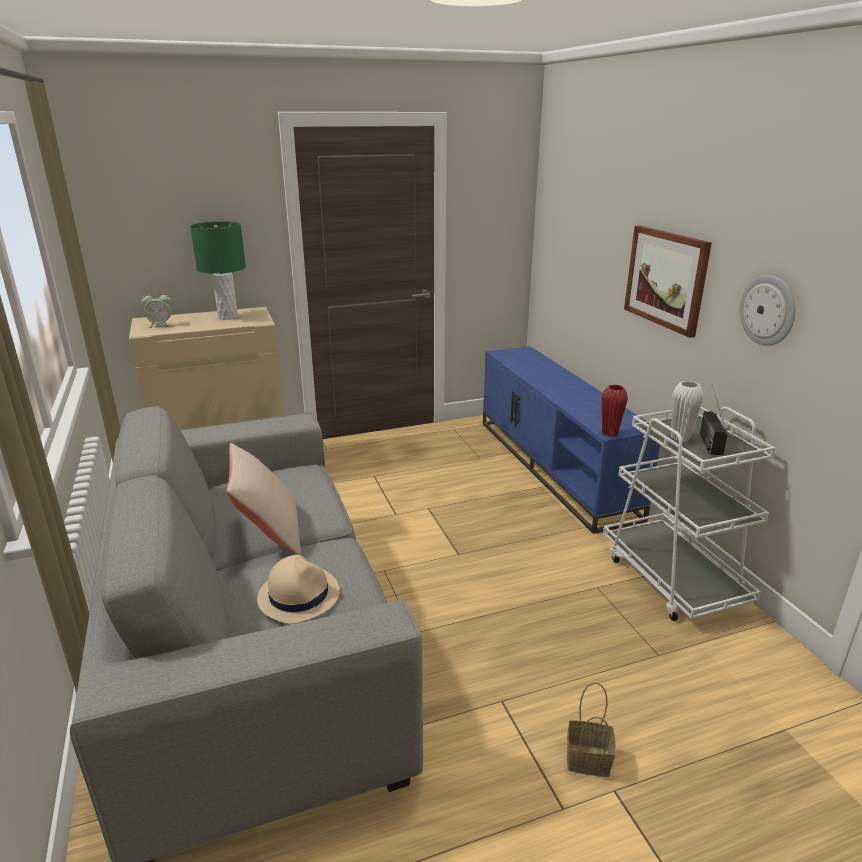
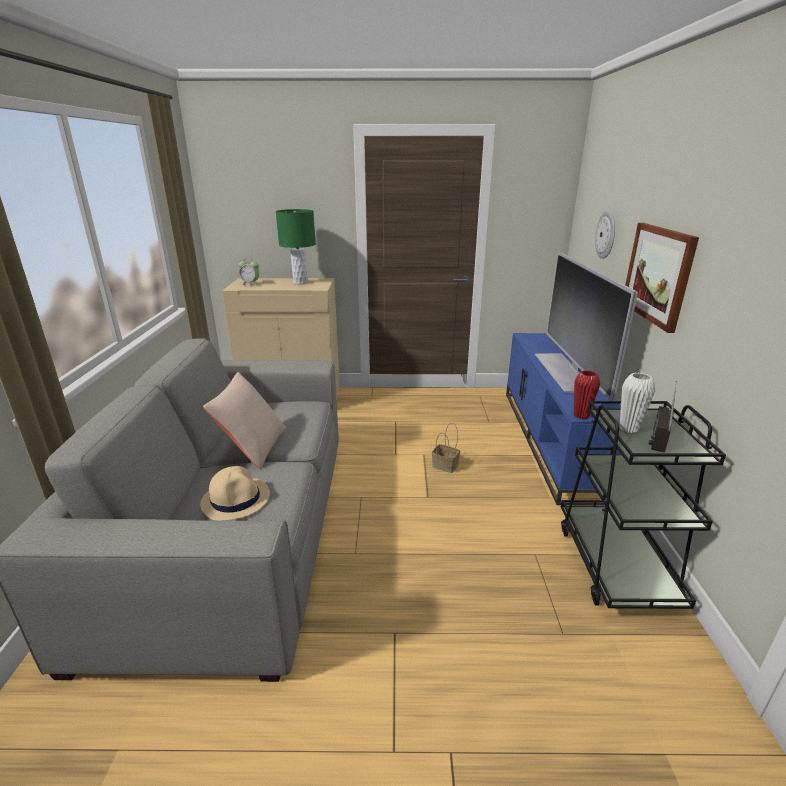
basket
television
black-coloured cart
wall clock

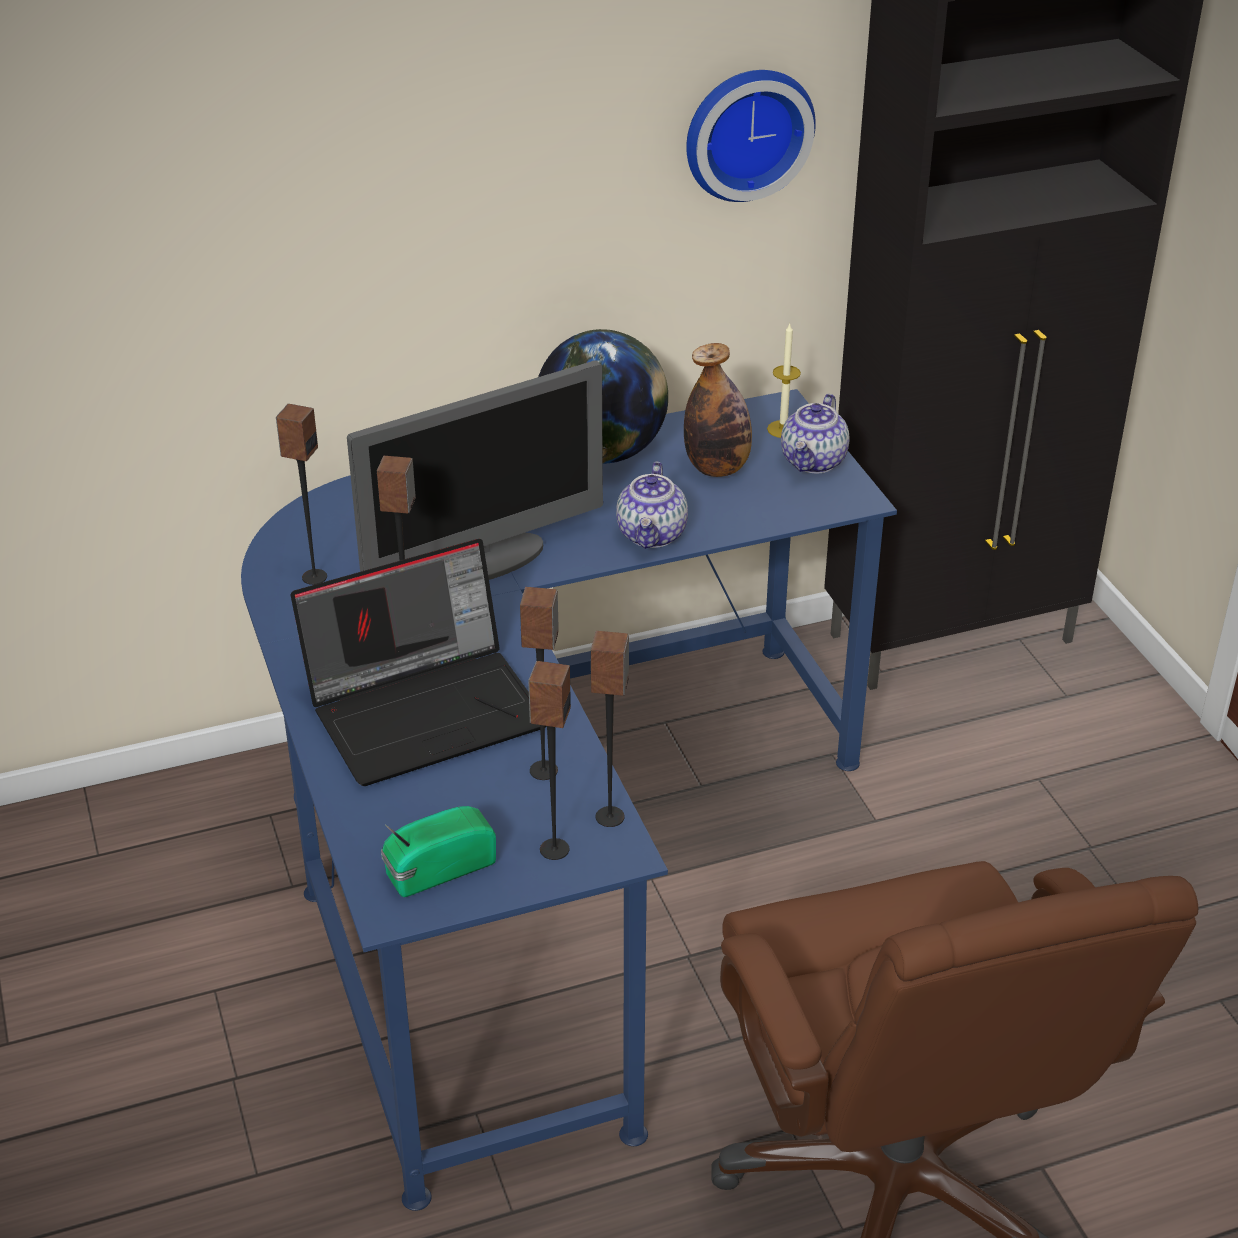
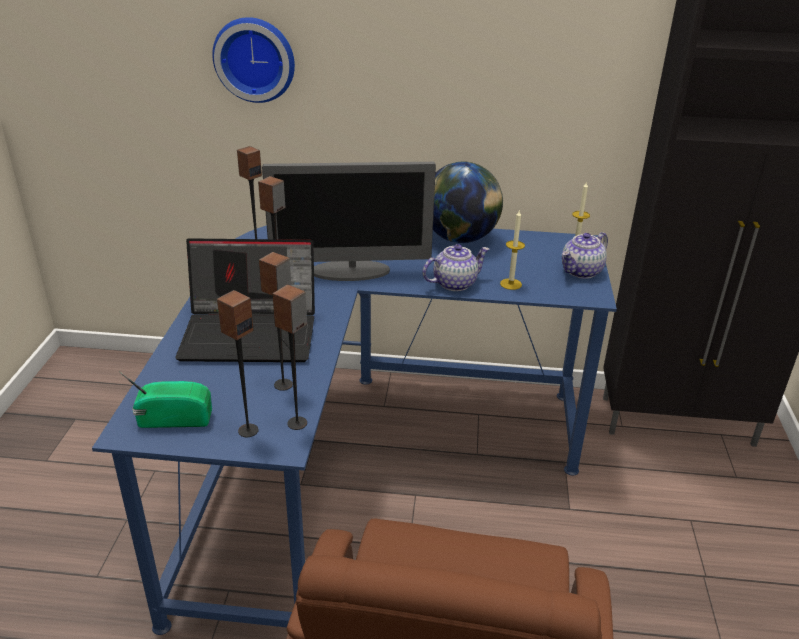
wall clock
pot for tea (no. 1 from left)
candle (no. 1 from left)
beverage bottle

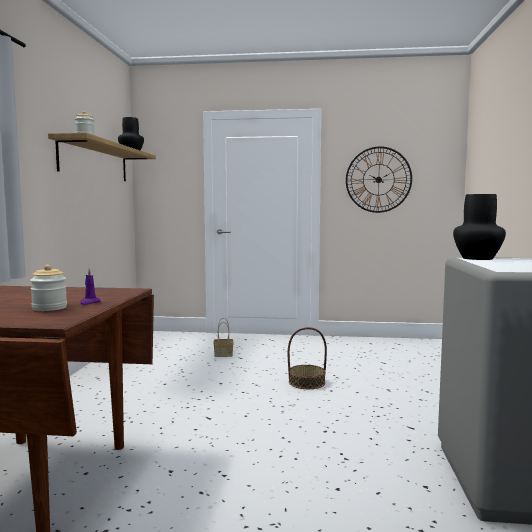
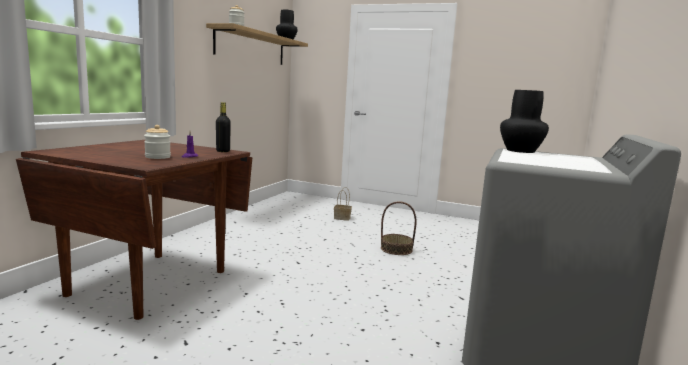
black-coloured beverage bottle
wall clock

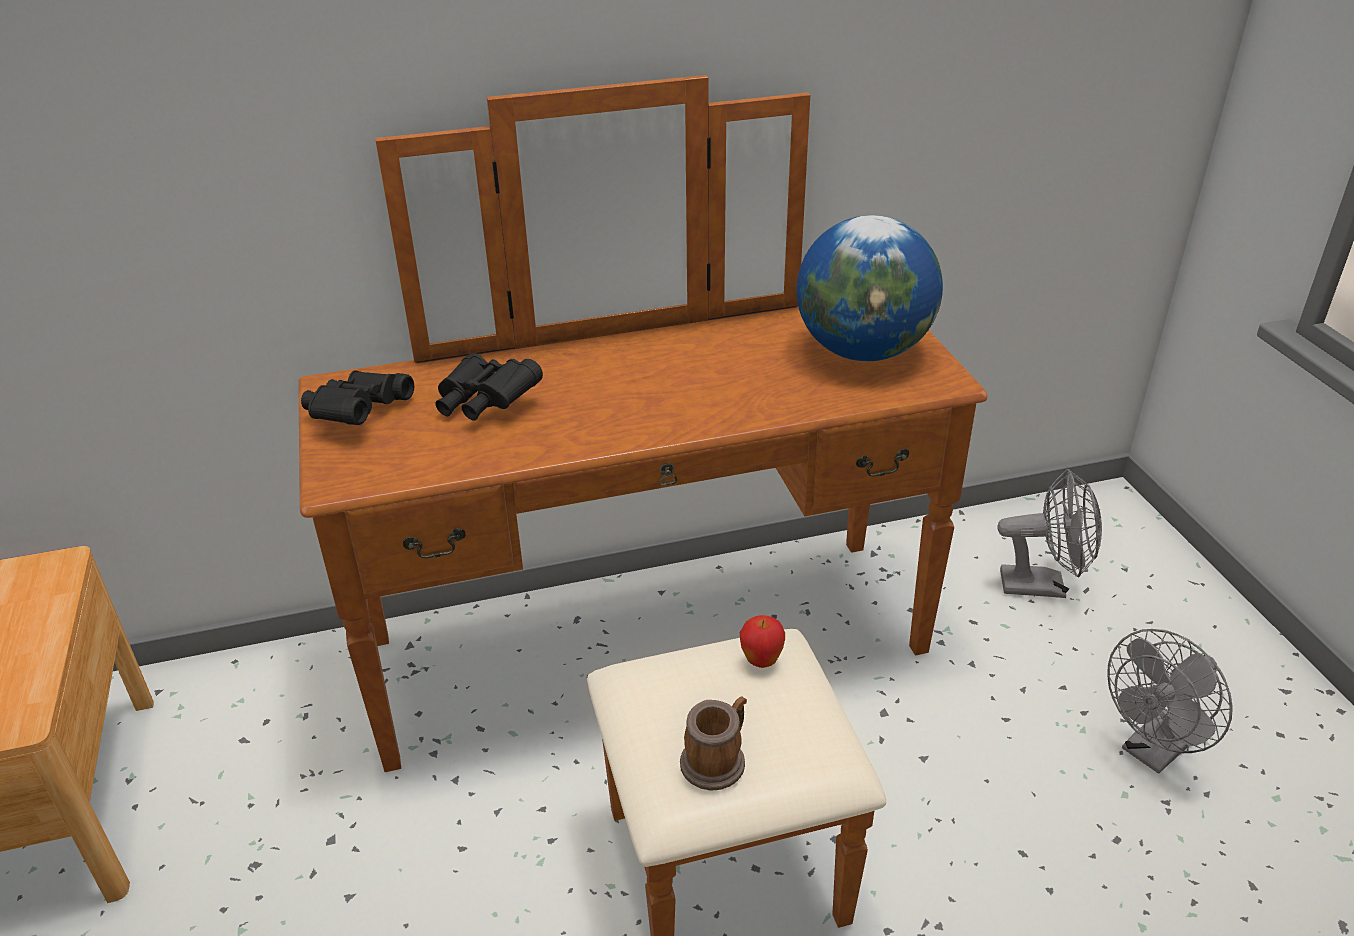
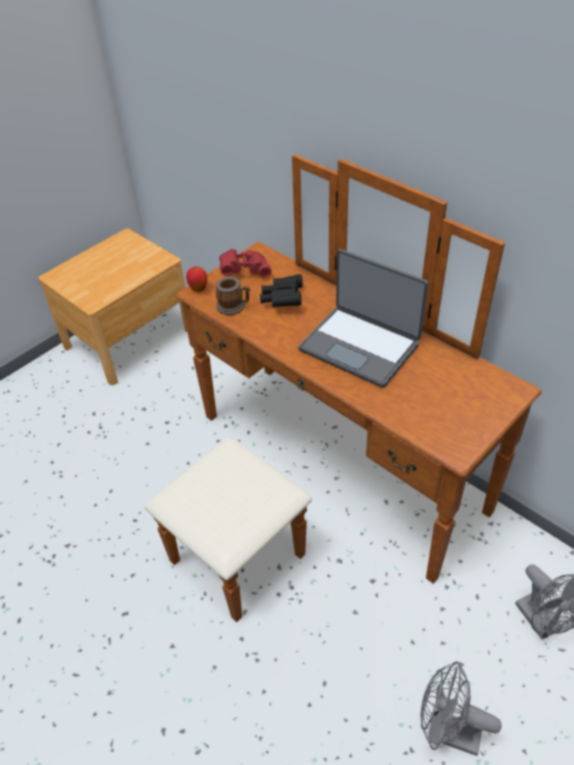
apple
mug
red pair of binoculars
portable computer
globe

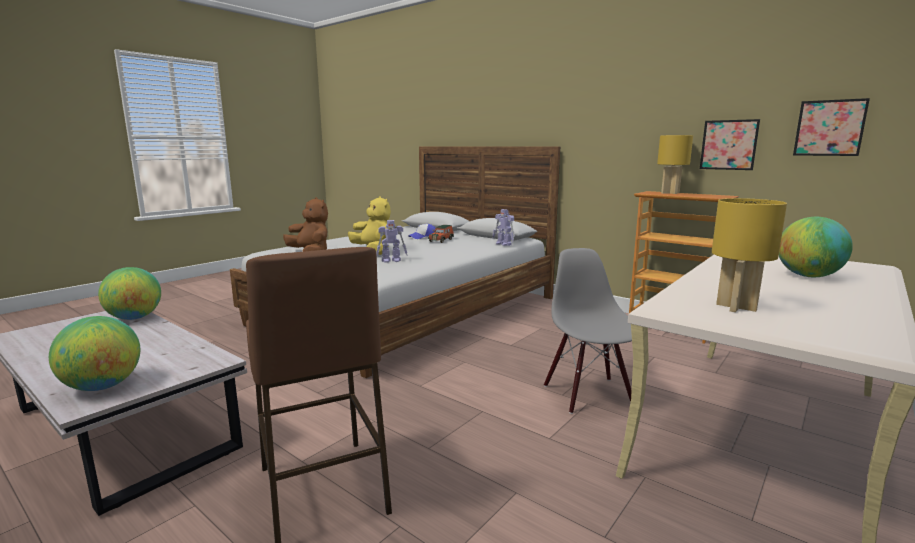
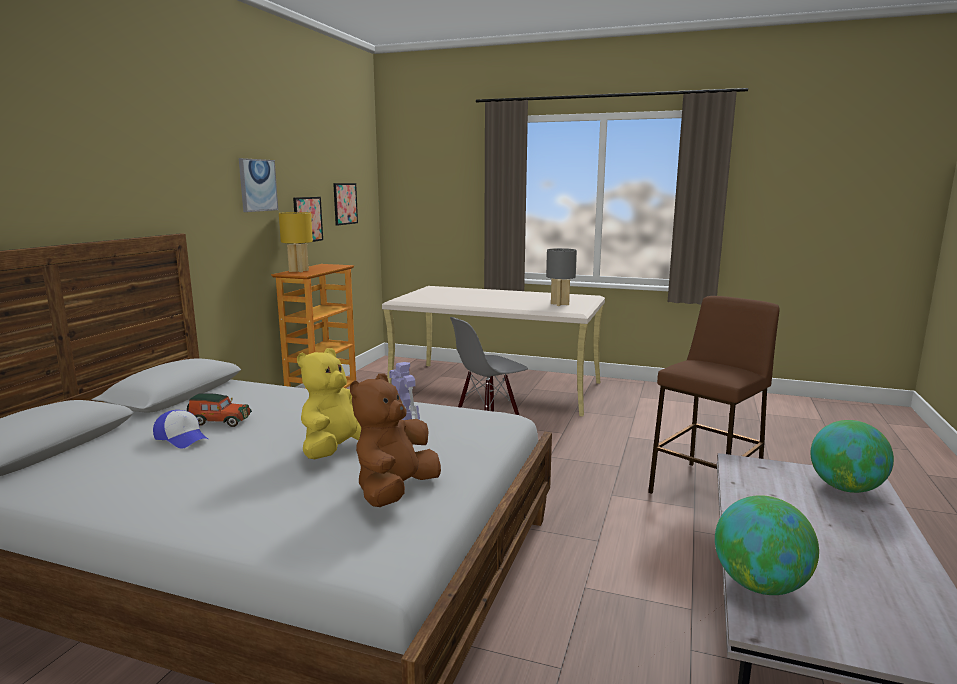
wall art (no. 1 from left)
grey lamp for a table
robot figure (no. 2 from left in the first image)
globe (no. 3 from left in the first image)

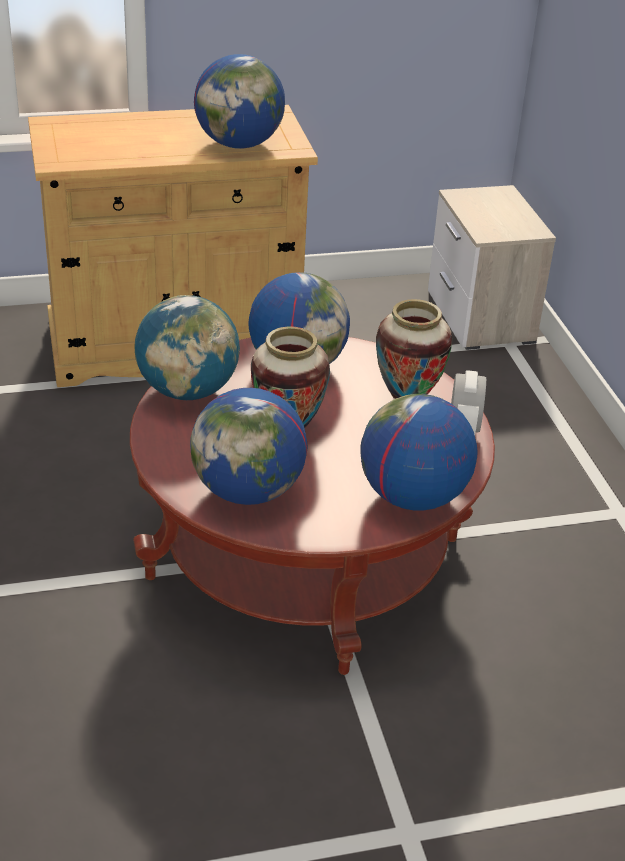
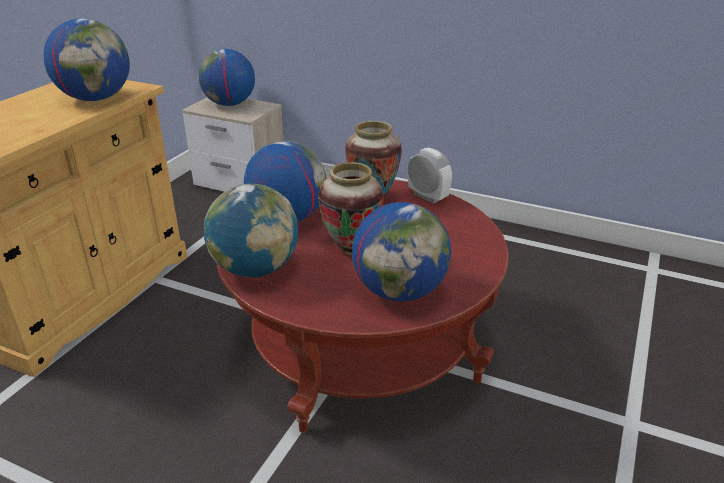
globe (no. 2 from left)

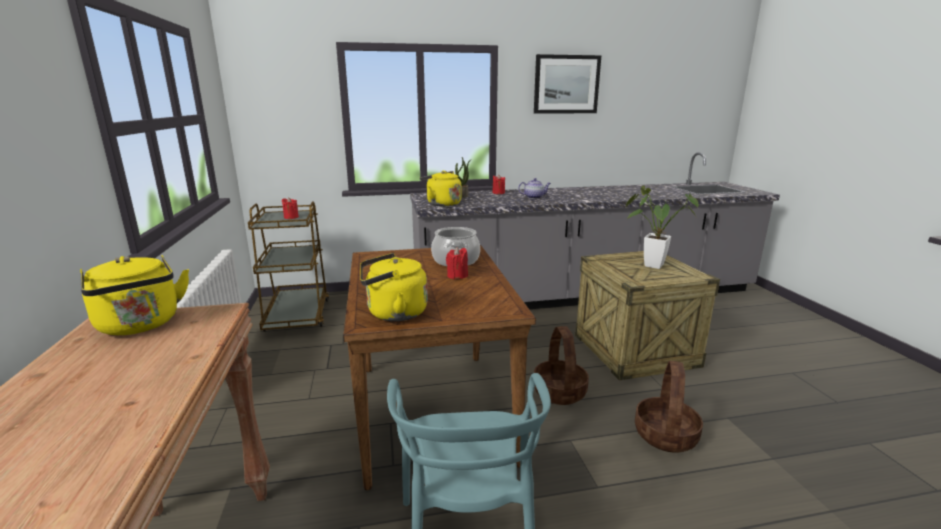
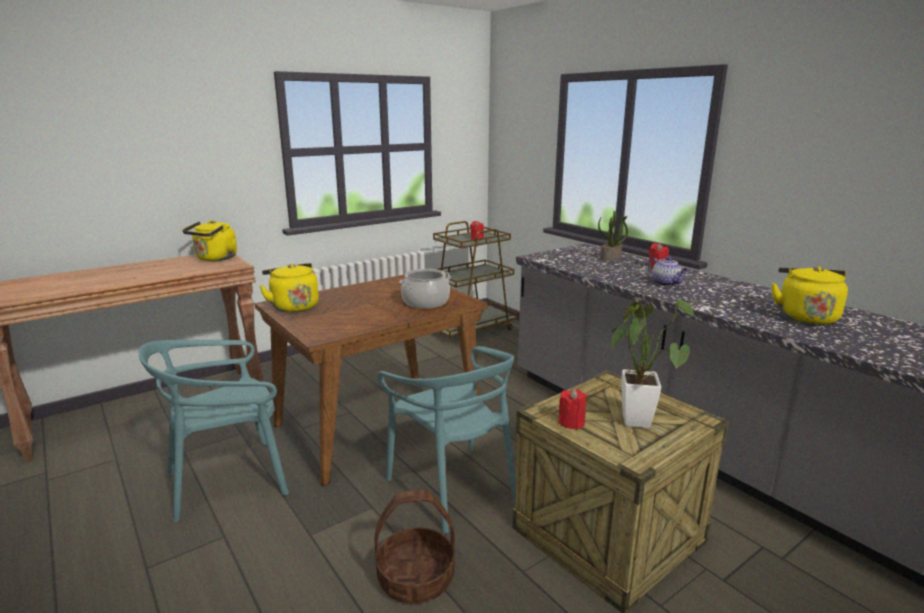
blue-green upright chair (no. 2 from left)
red candle (no. 2 from left)
yellow tea kettle (no. 3 from left)
wall art

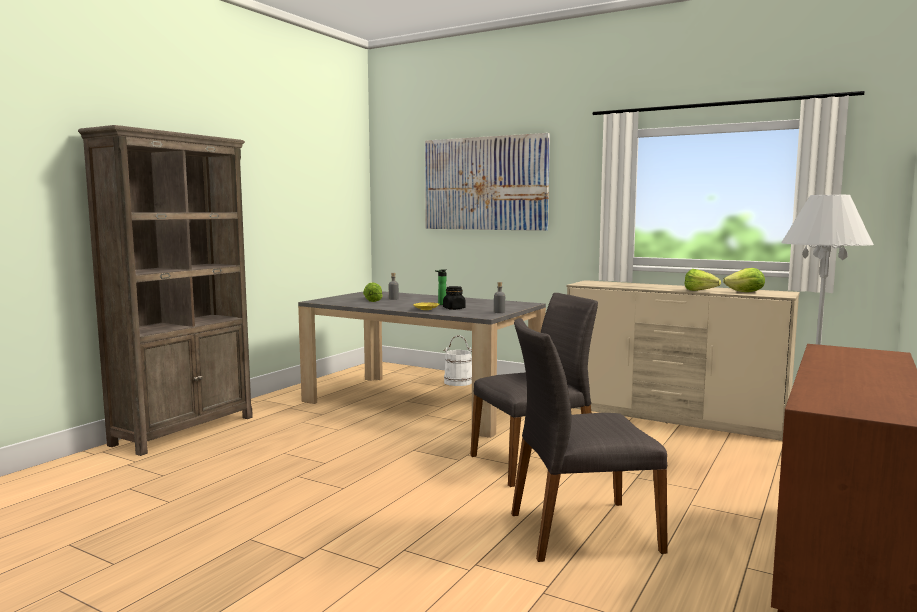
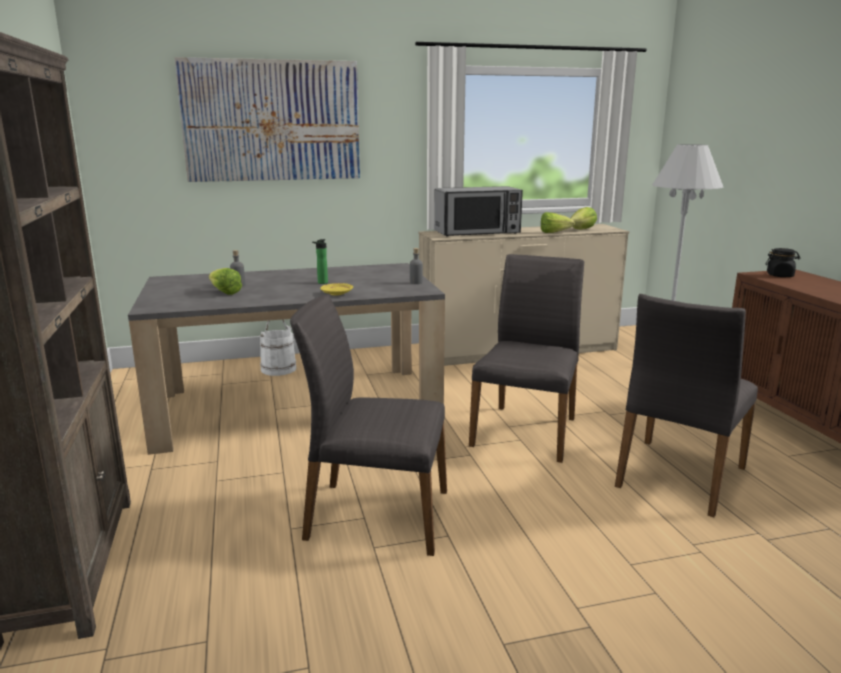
grey upright chair (no. 1 from left)
kitchen microwave
black-coloured storage jar

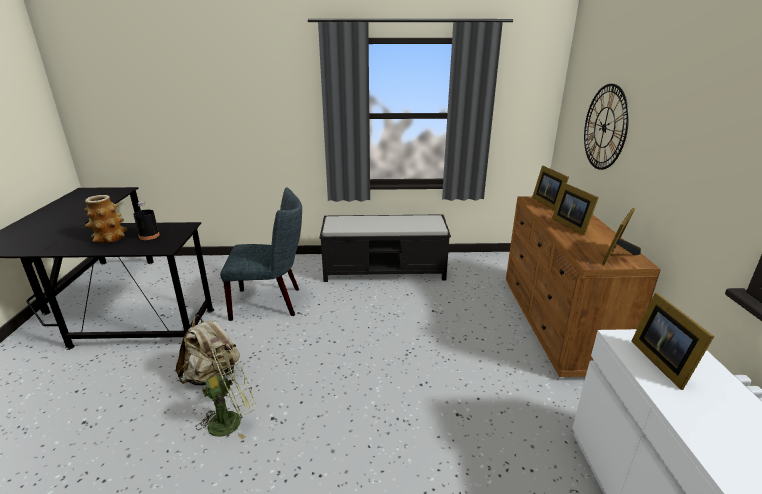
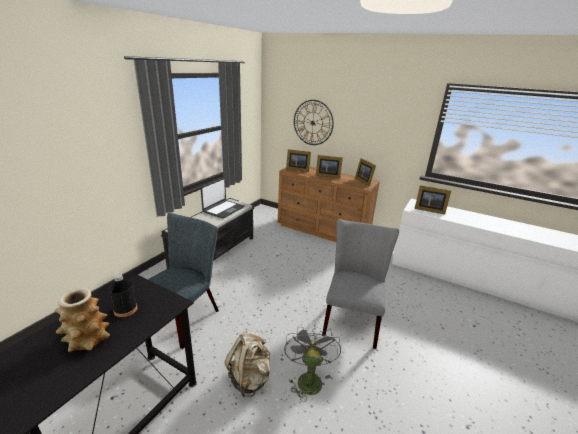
portable computer
grey electric fan
grey upright chair (no. 2 from left)

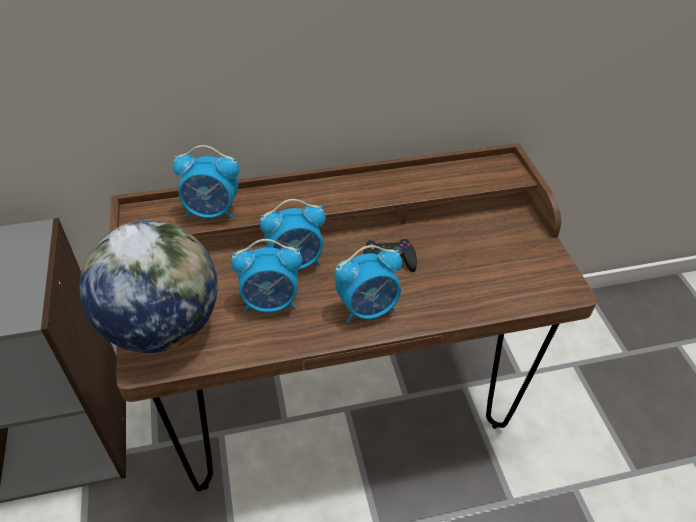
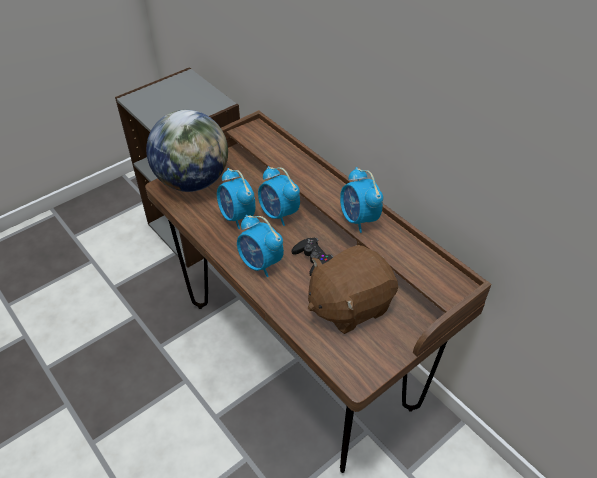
brownish soft toy
bedside clock (no. 4 from left)

